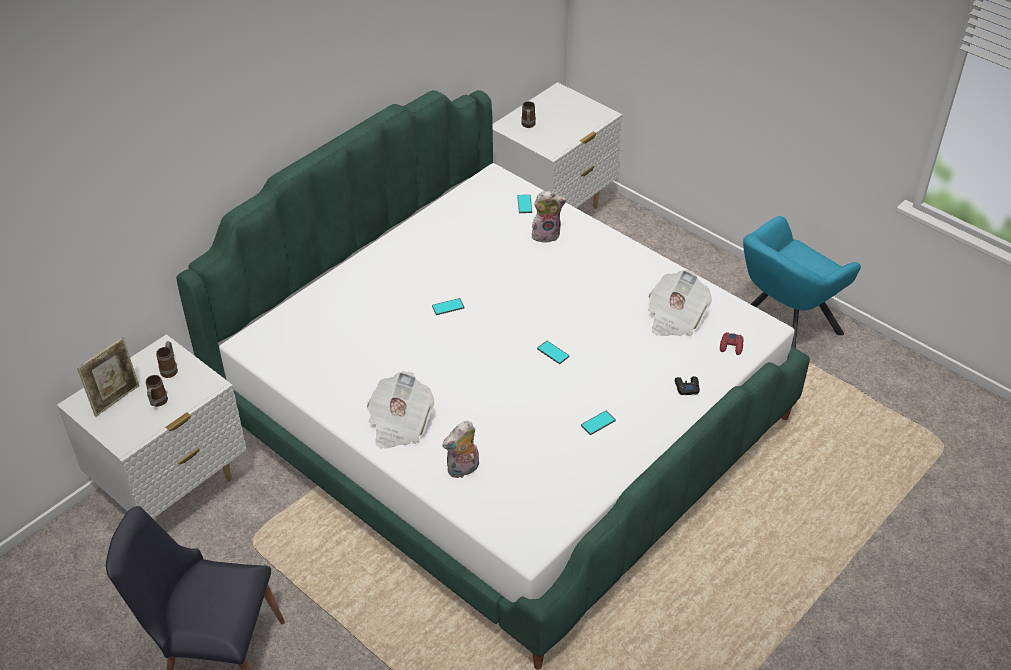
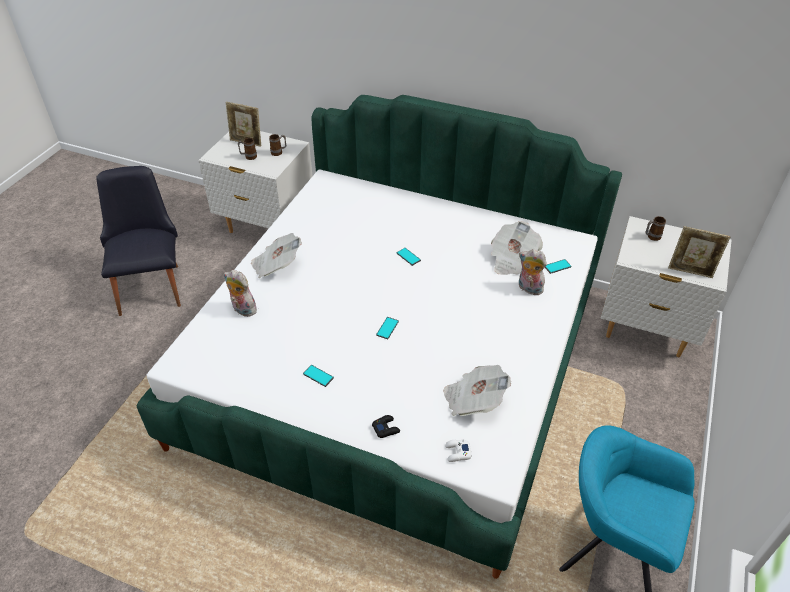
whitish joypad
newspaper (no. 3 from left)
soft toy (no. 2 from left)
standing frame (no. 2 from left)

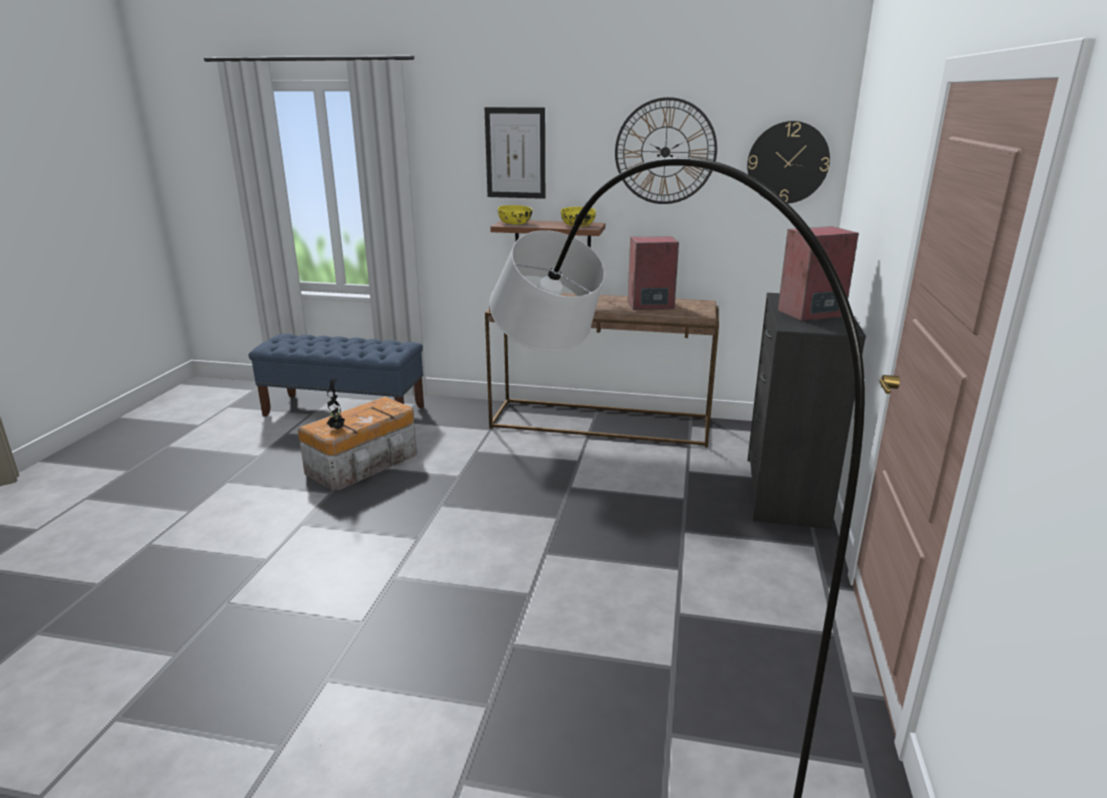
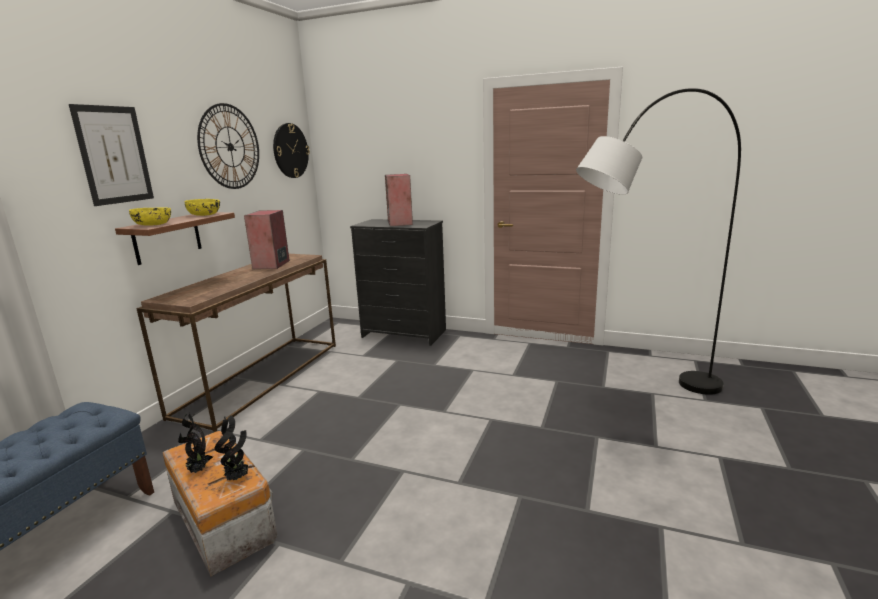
potted plant (no. 1 from left)

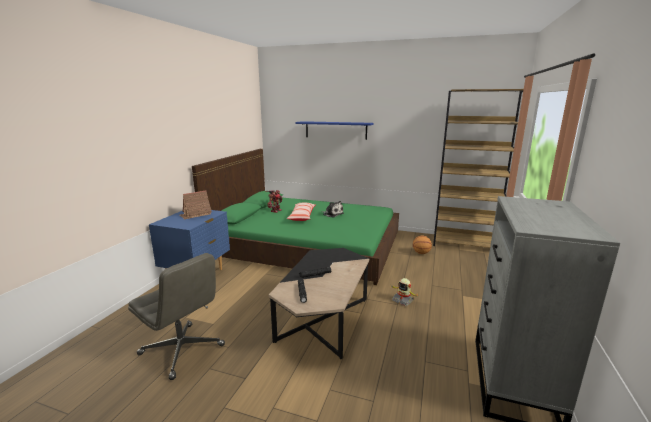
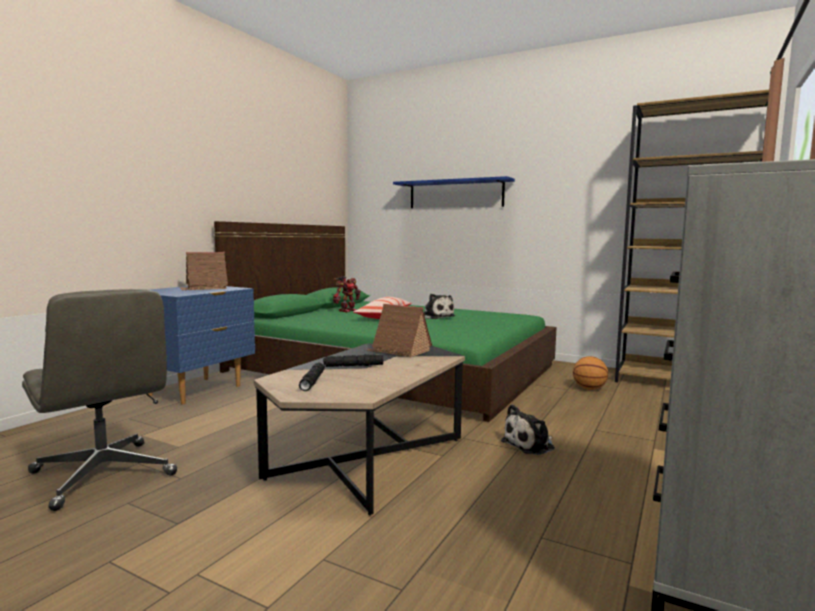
model house (no. 2 from left)
soft toy (no. 2 from left)

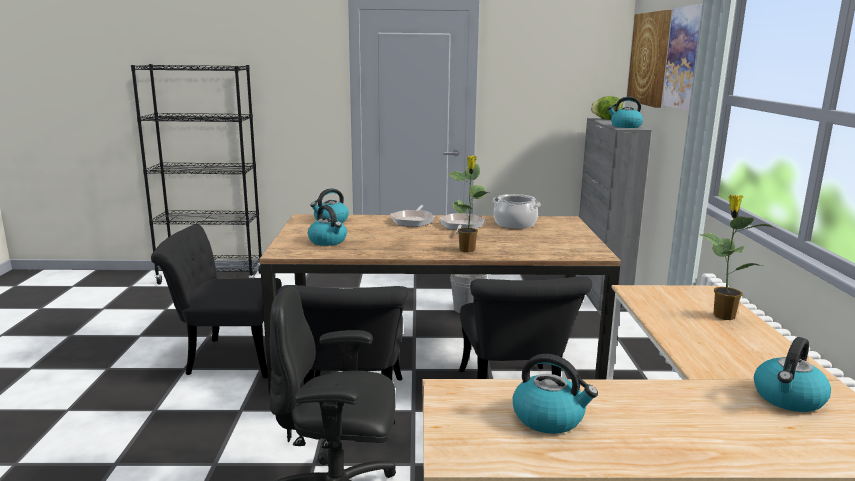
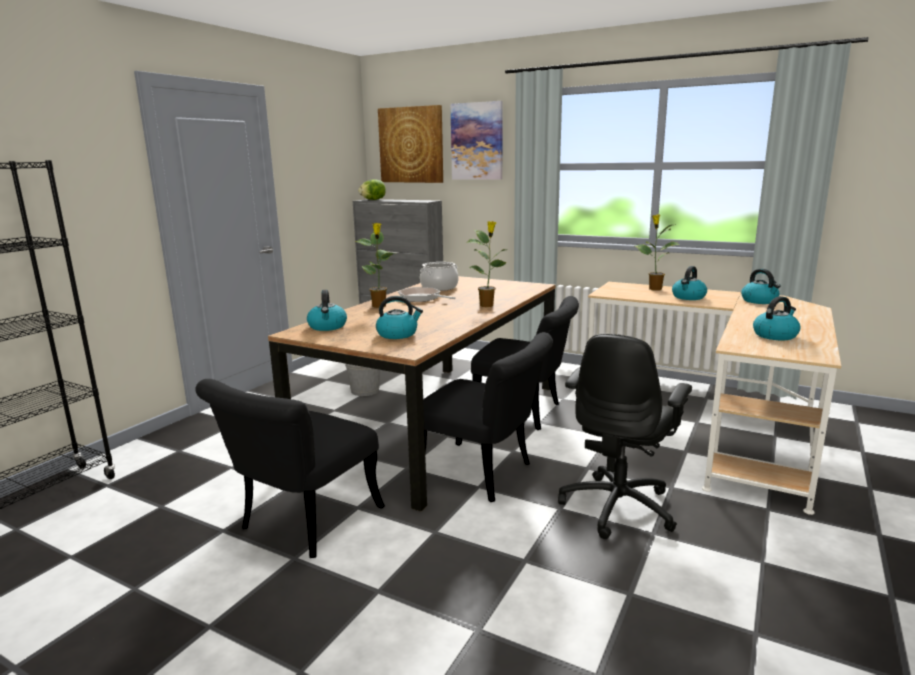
potted plant (no. 1 from left)
tea kettle (no. 3 from left)

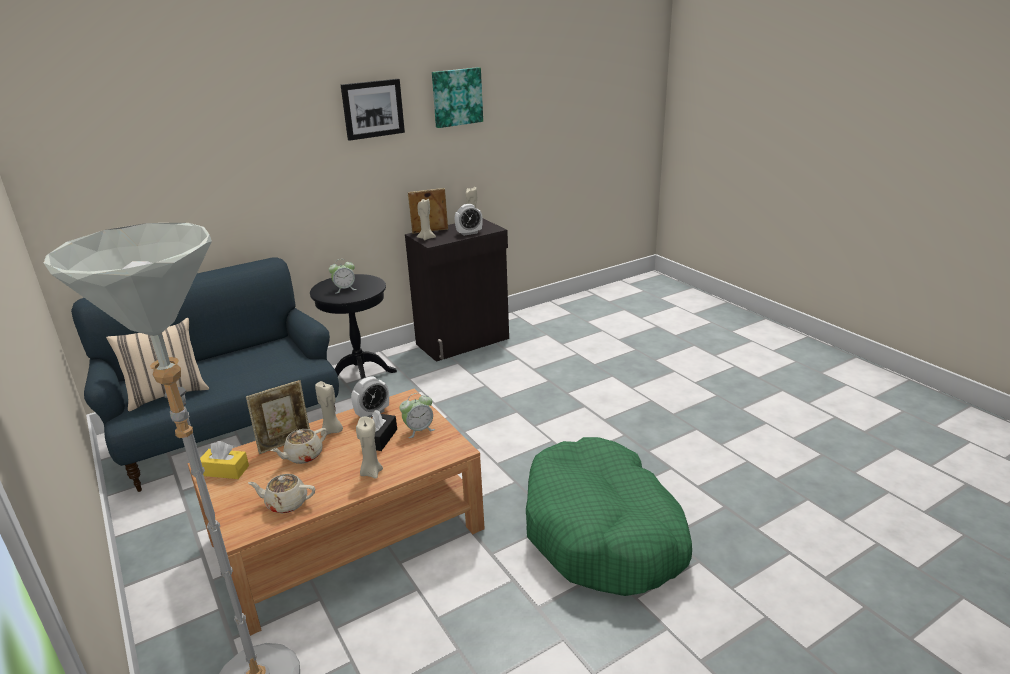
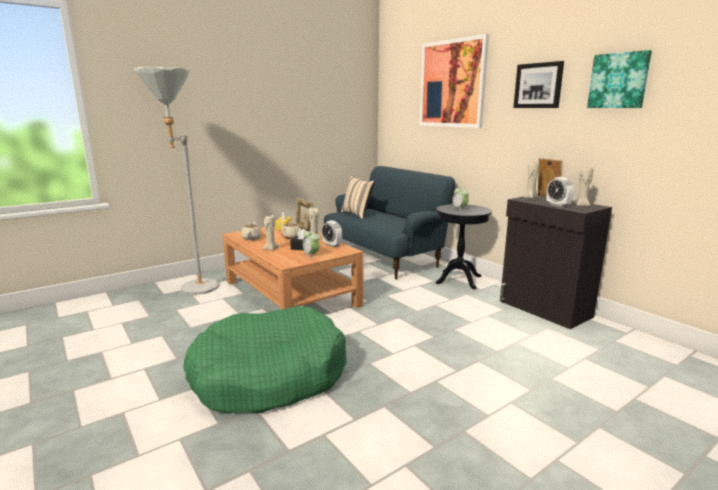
wall art (no. 1 from left)

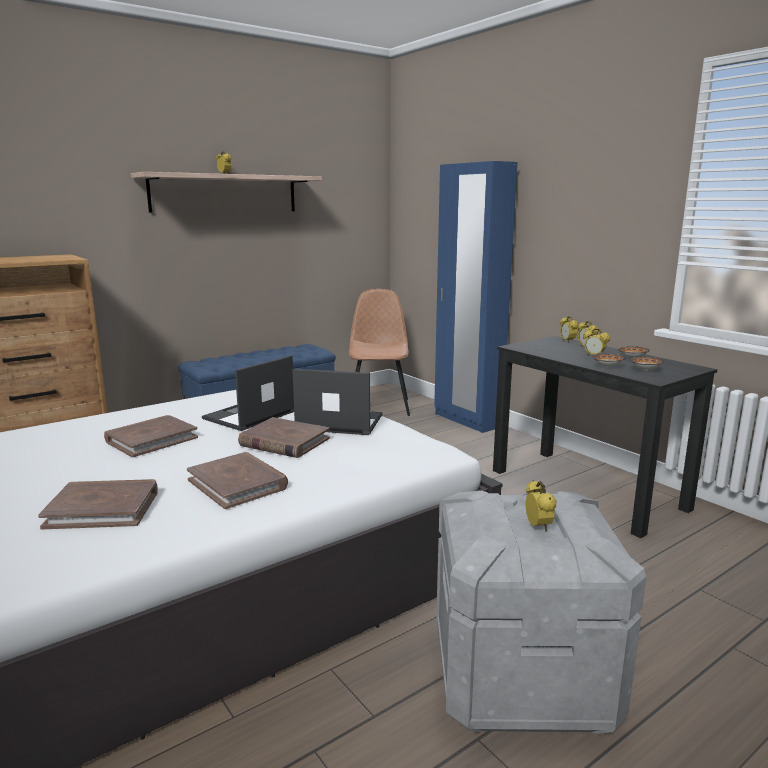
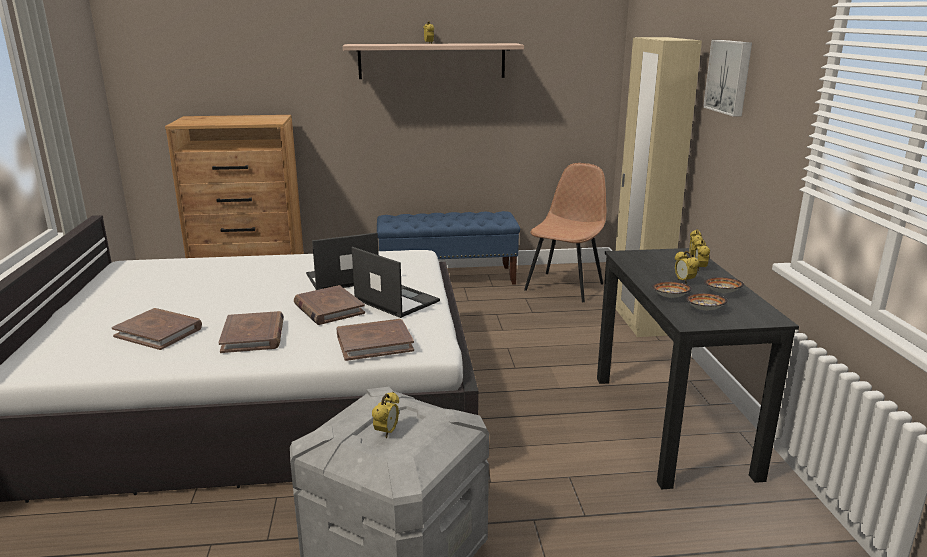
brownish volume (no. 4 from left)
sand-coloured armoire
wall art

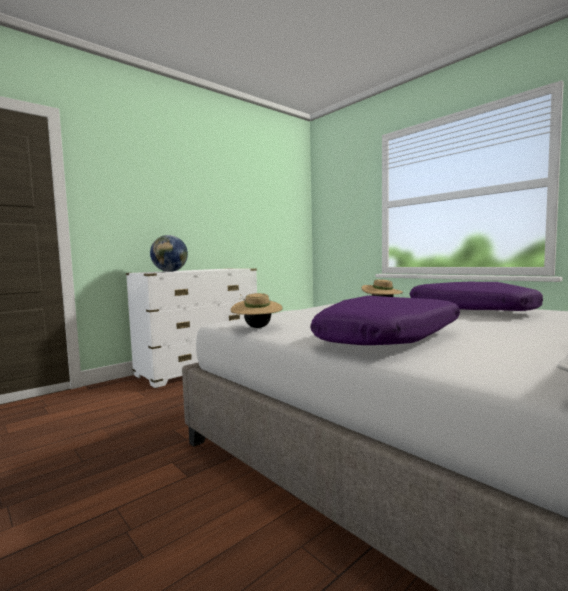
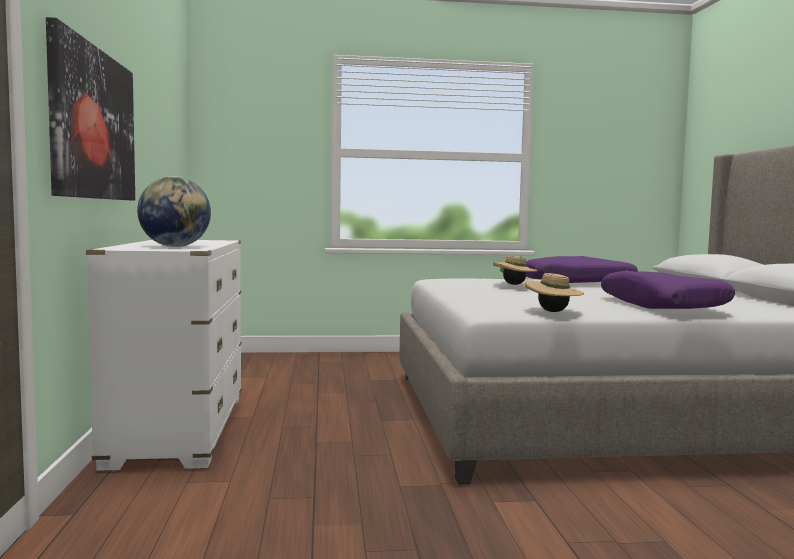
wall art

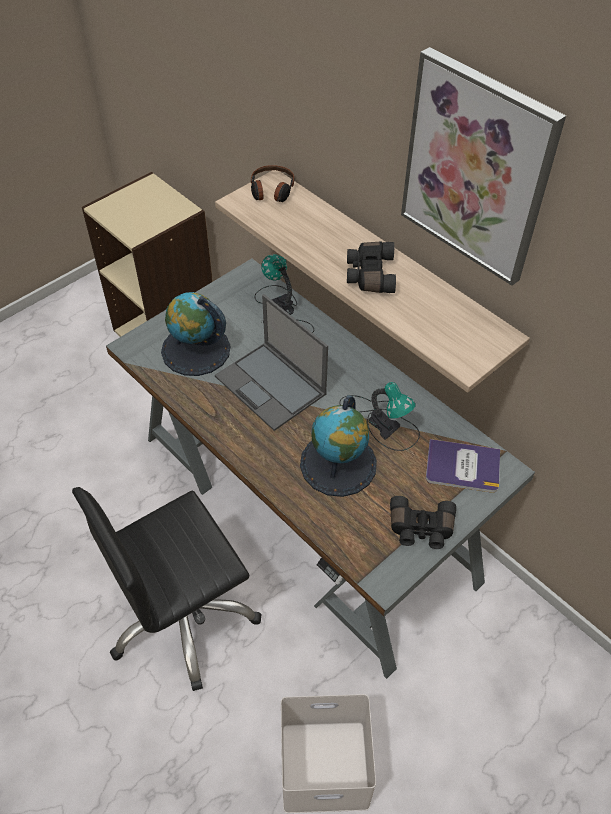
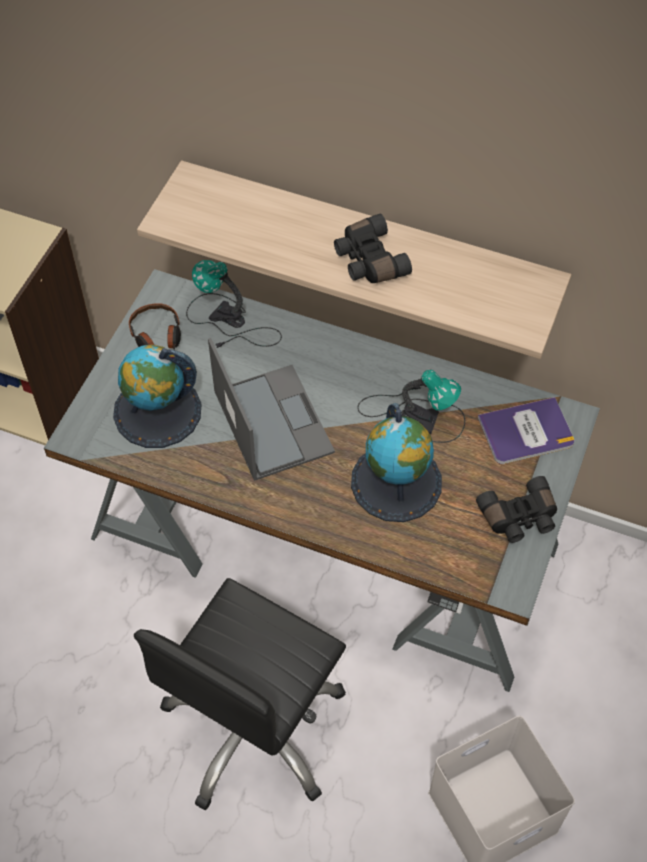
headset
portable computer
wall art

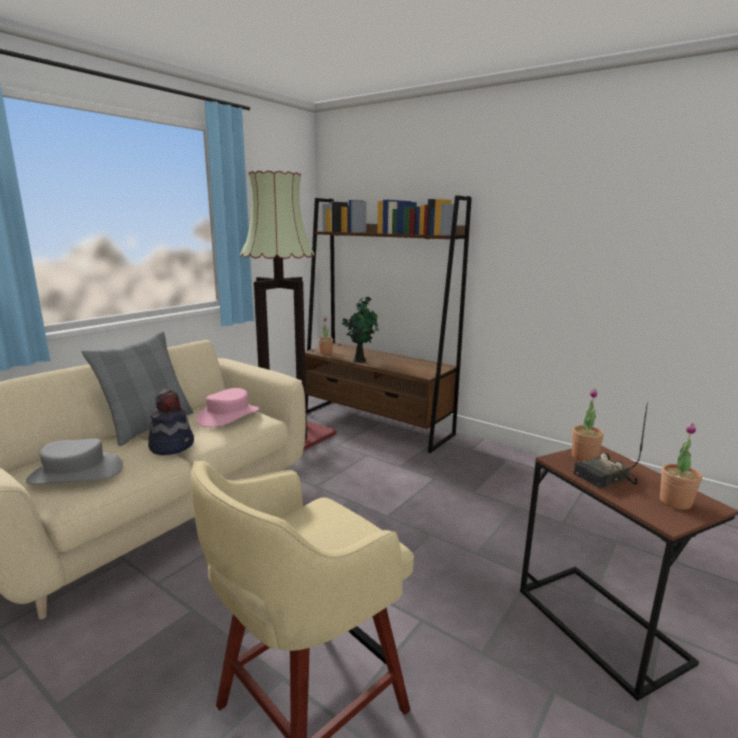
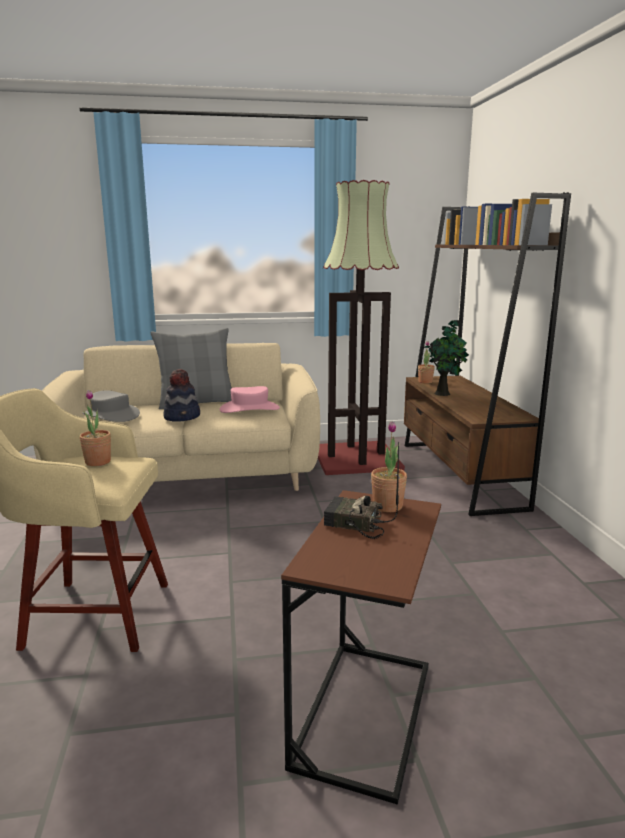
potted plant (no. 1 from left)

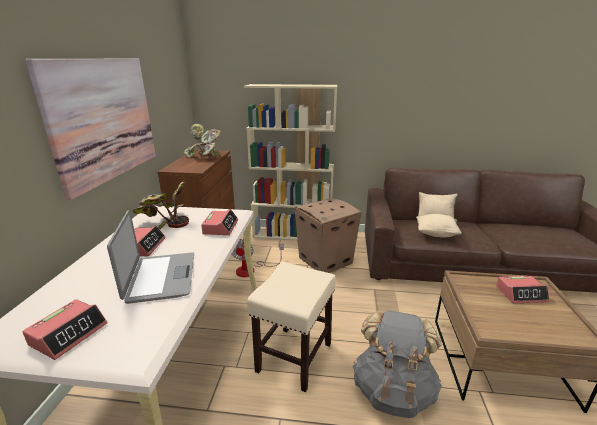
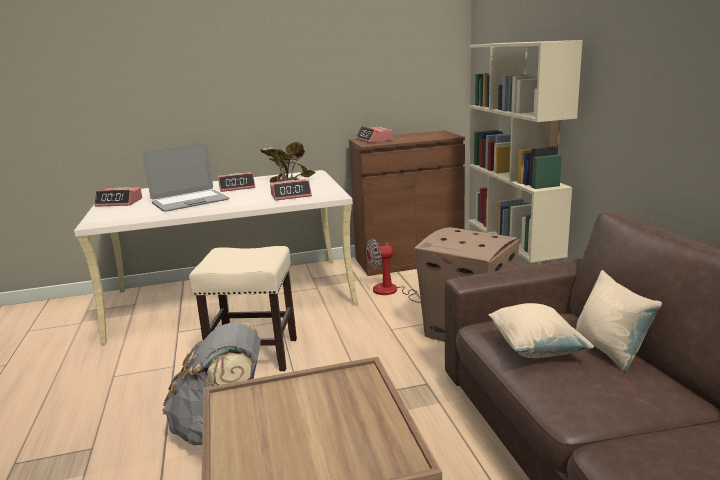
bedside clock (no. 4 from left)
wall art
potted plant (no. 2 from left in the first image)

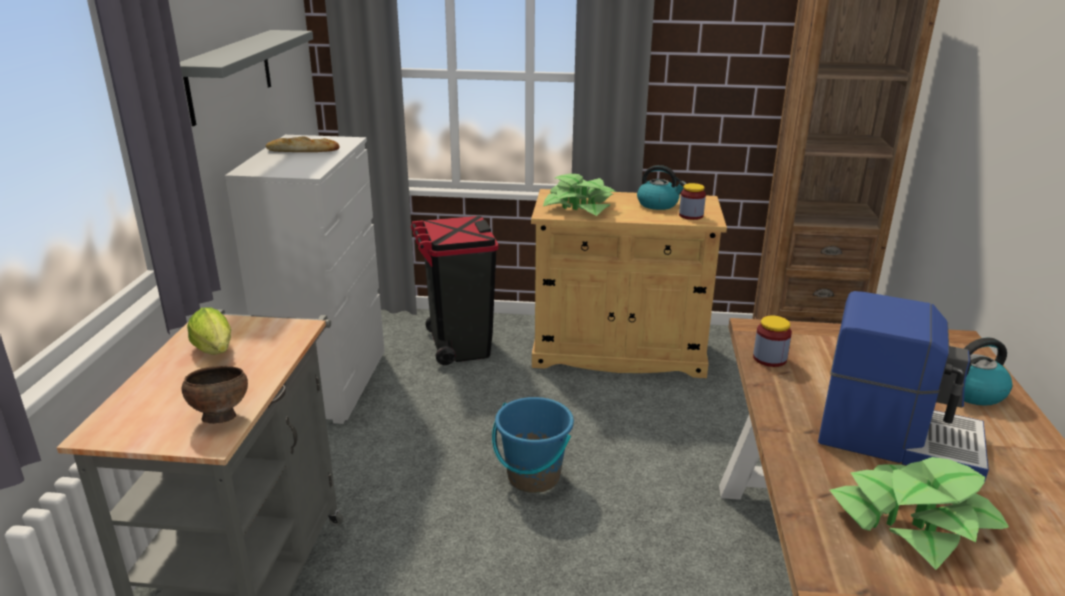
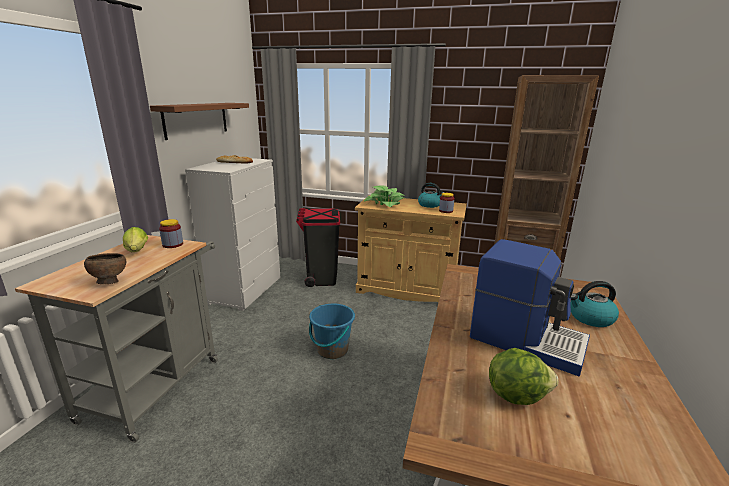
brownish bracket shelf
storage jar (no. 1 from left)
lettuce head (no. 2 from left)

